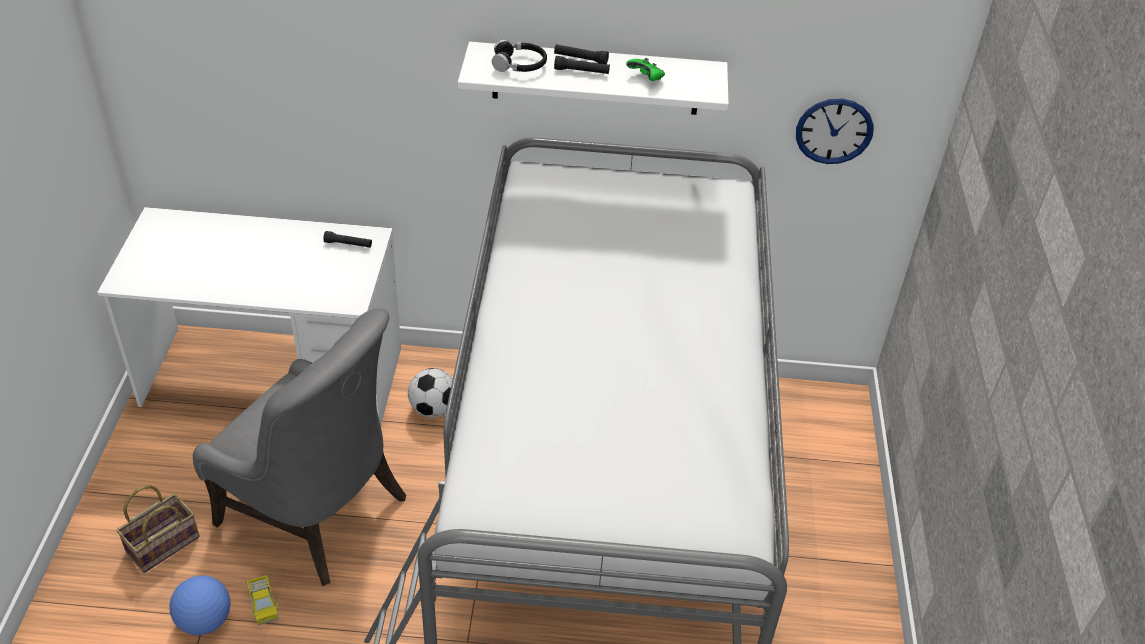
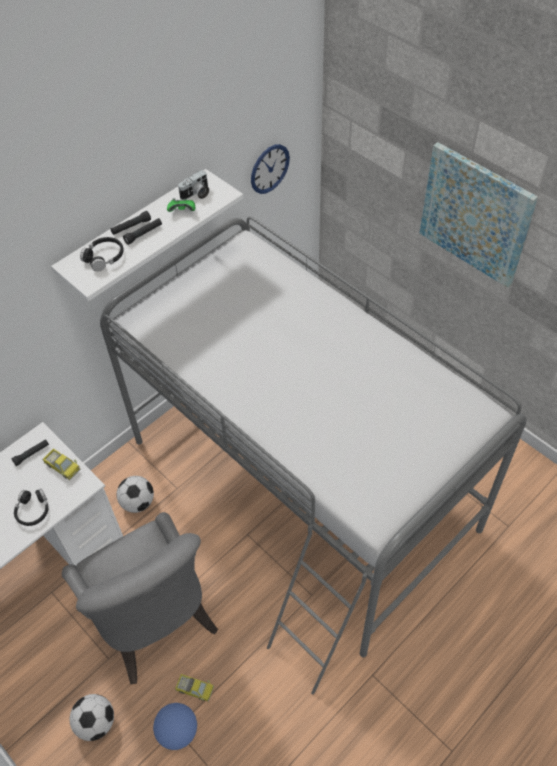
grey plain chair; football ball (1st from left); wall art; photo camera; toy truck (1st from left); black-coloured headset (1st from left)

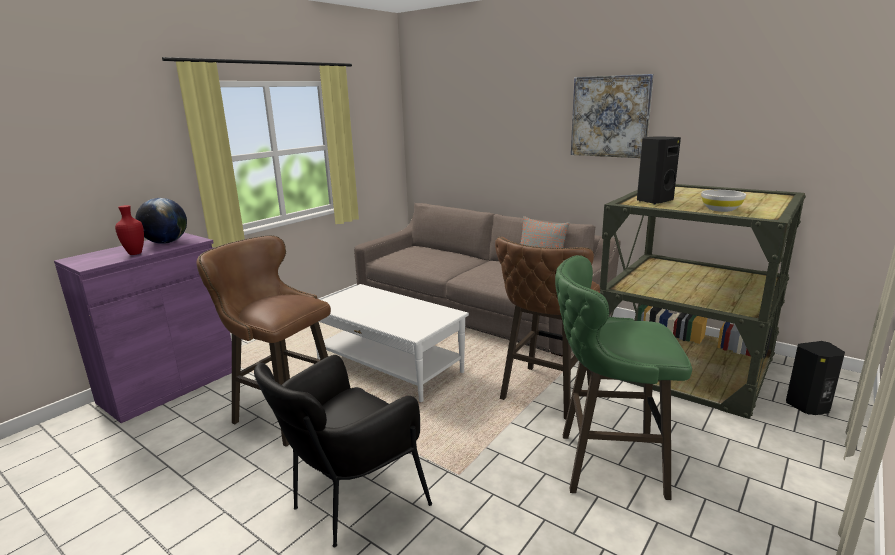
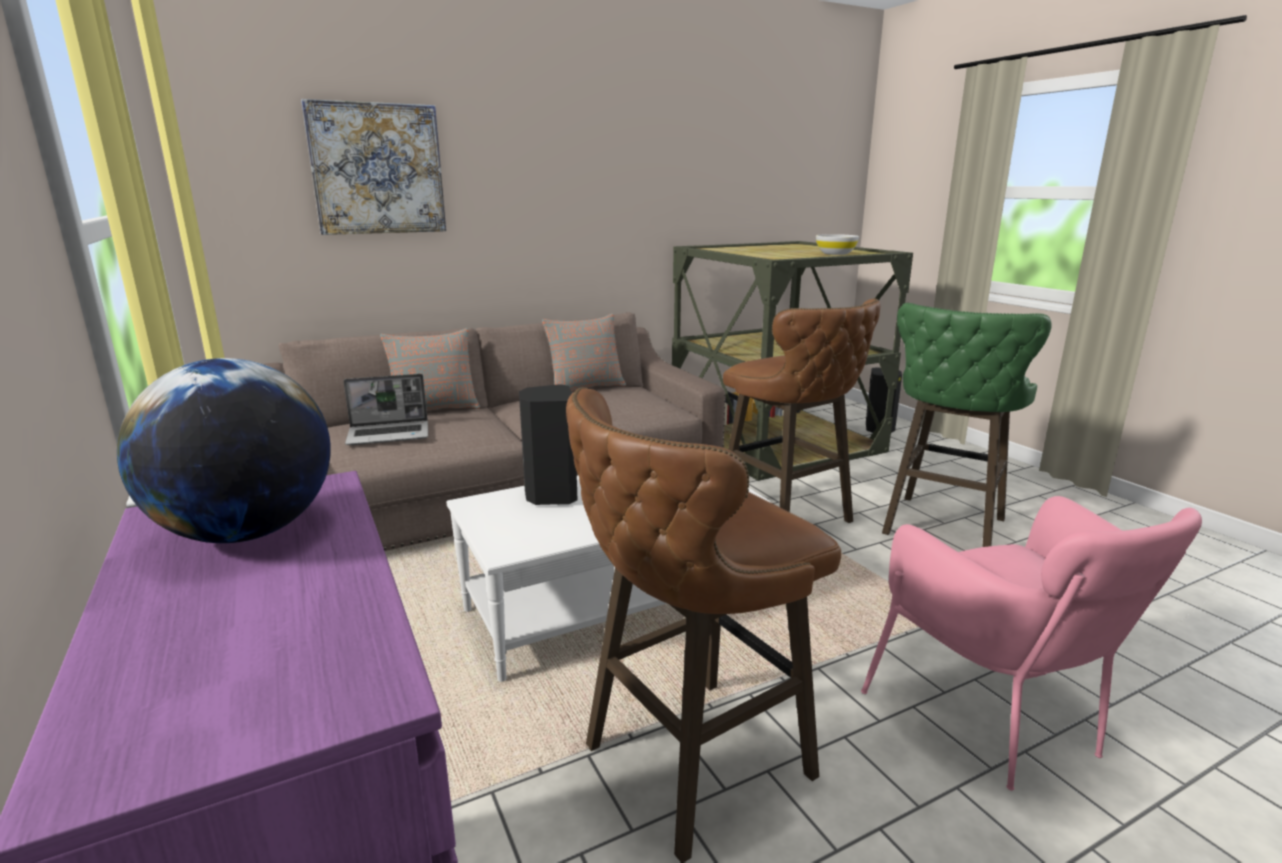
wall art; black-coloured loudspeaker (1st from left); red-coloured decorative vase; pink easy chair; grey pillow (1st from left); portable computer

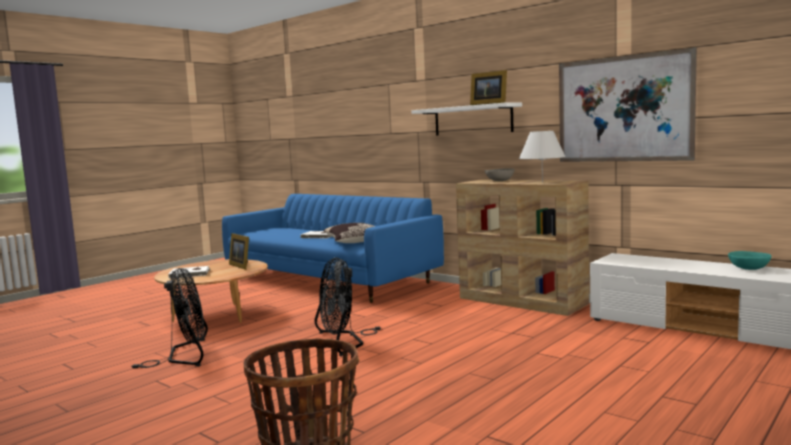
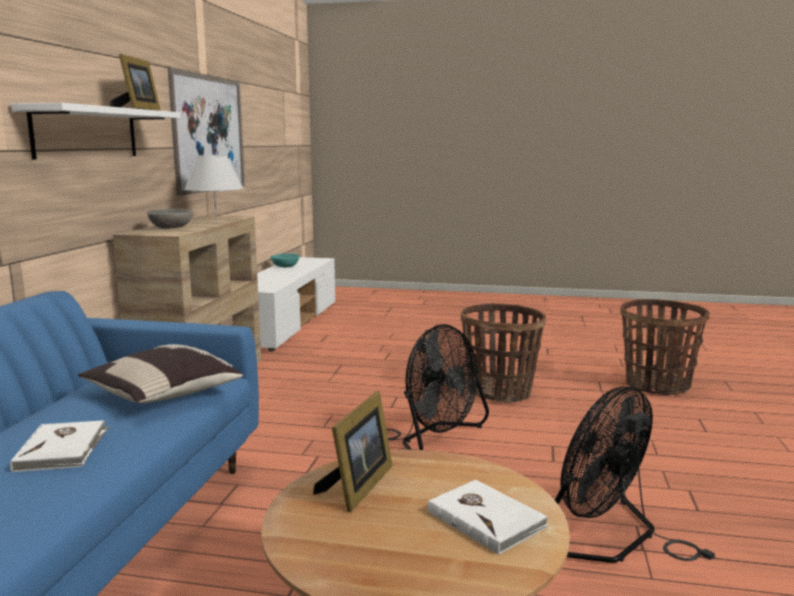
basket (1st from left)

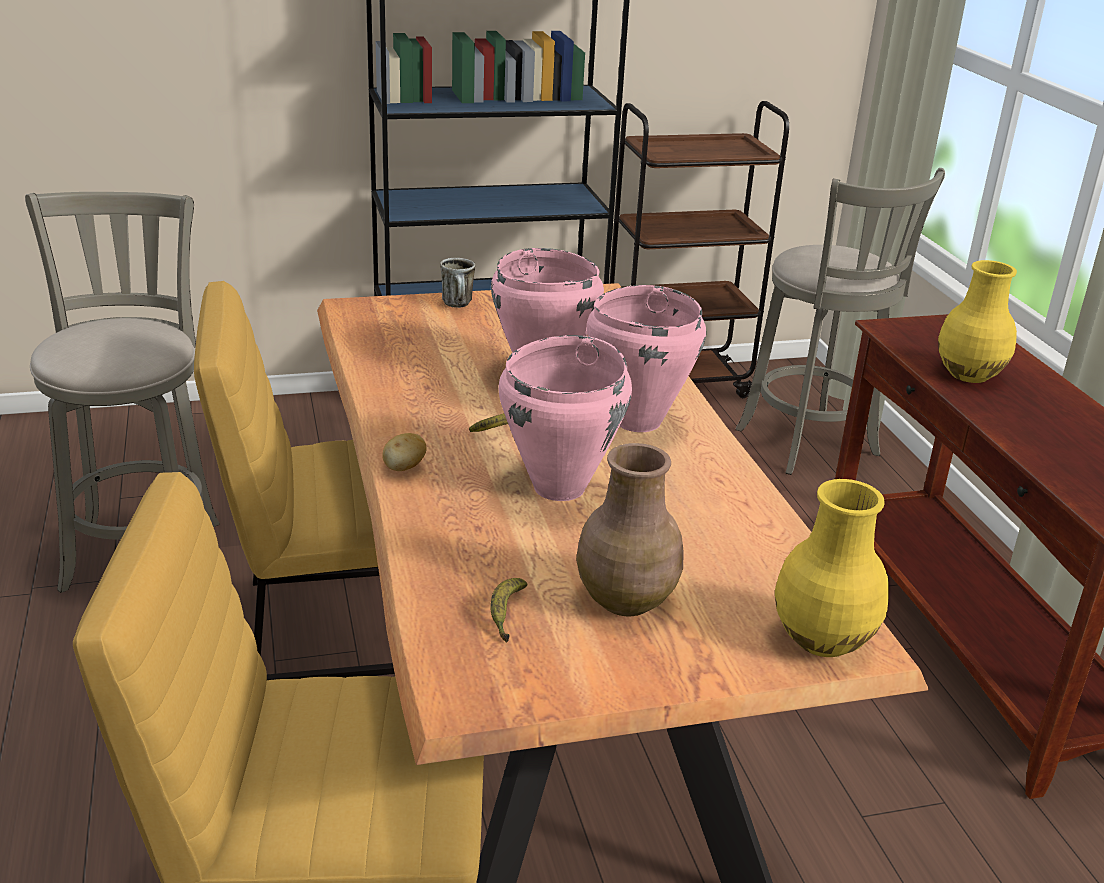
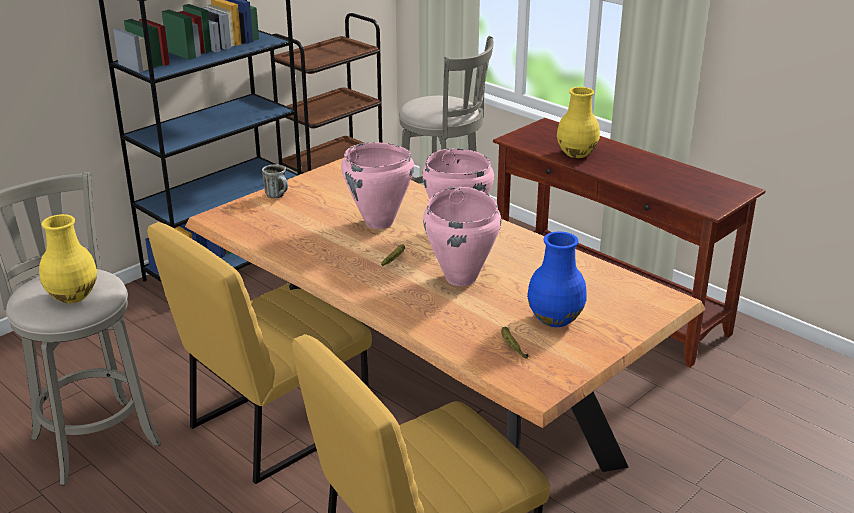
potato; blue-coloured decorative vase; yellow-coloured decorative vase (1st from left)

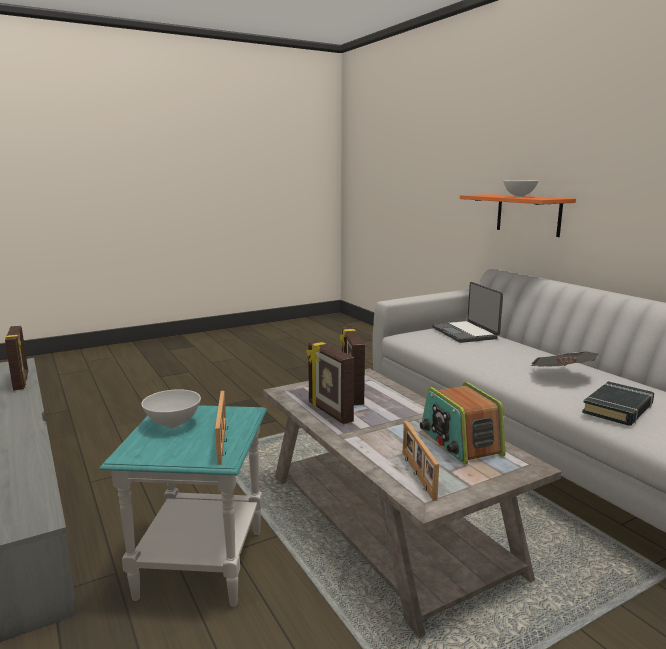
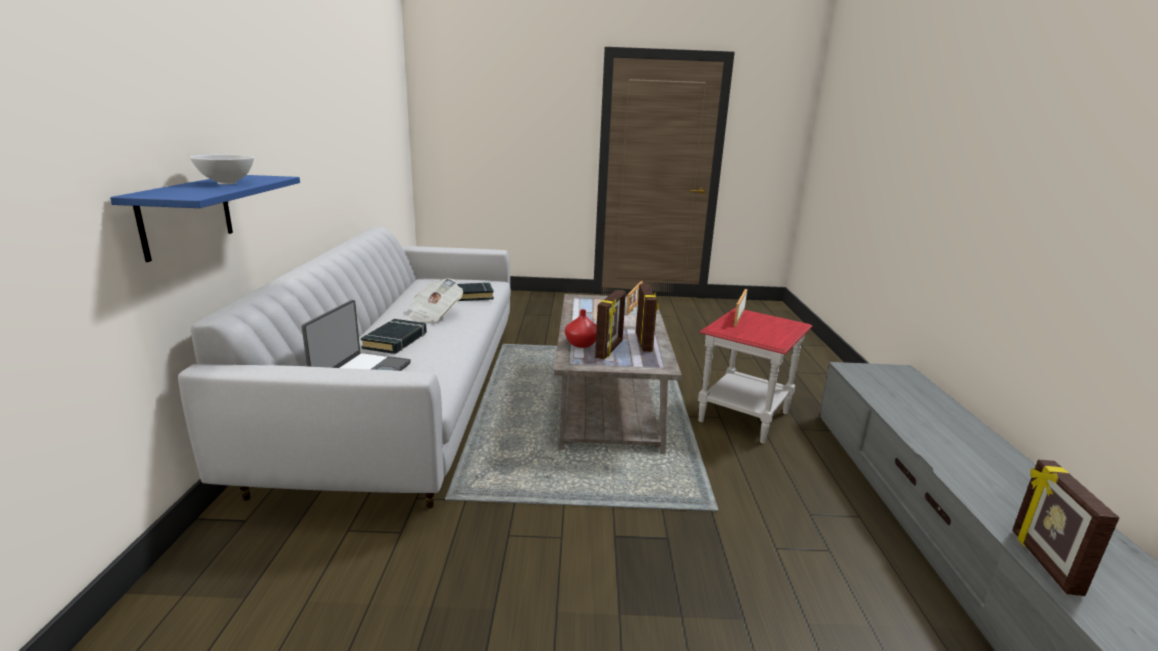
blue-coloured shelf; radio set; white serving bowl (1st from left in the first image); red-coloured side table; red-coloured decorative vase; black-coloured book (1st from left)

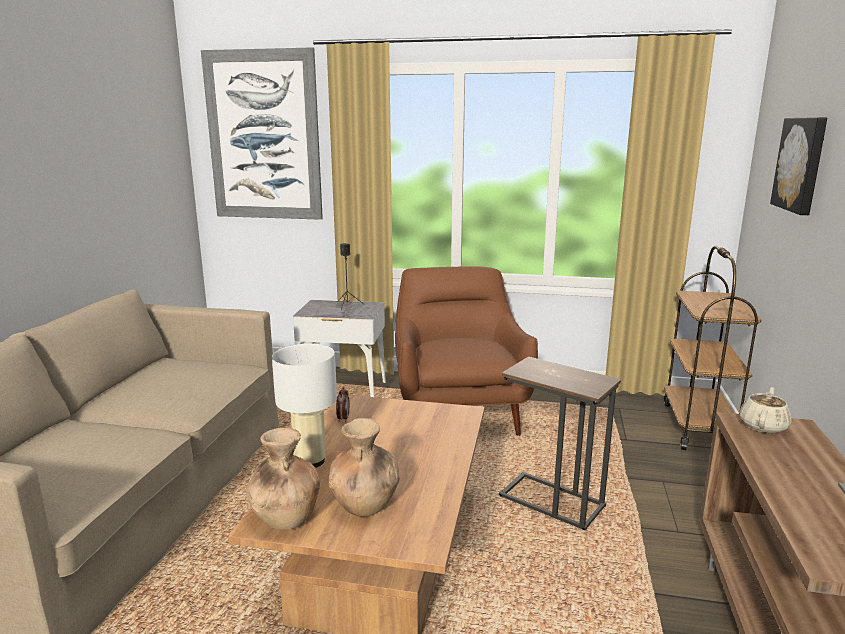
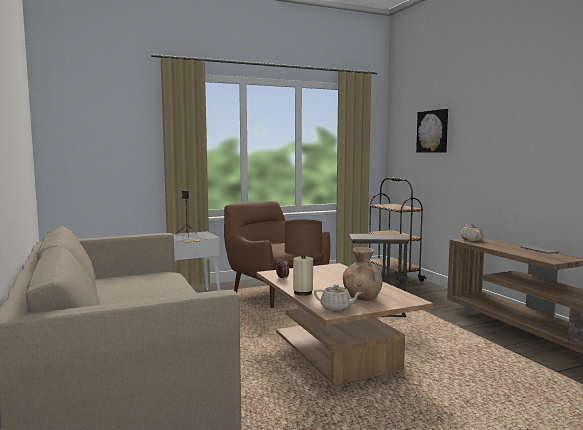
wall art (1st from left in the first image); brownish tabletop lamp; sand-coloured pot for tea (1st from left)

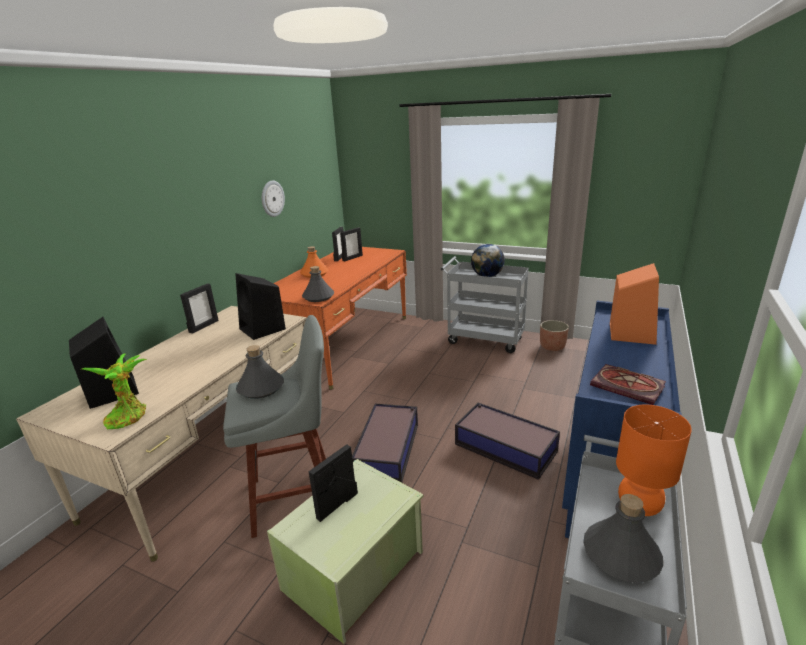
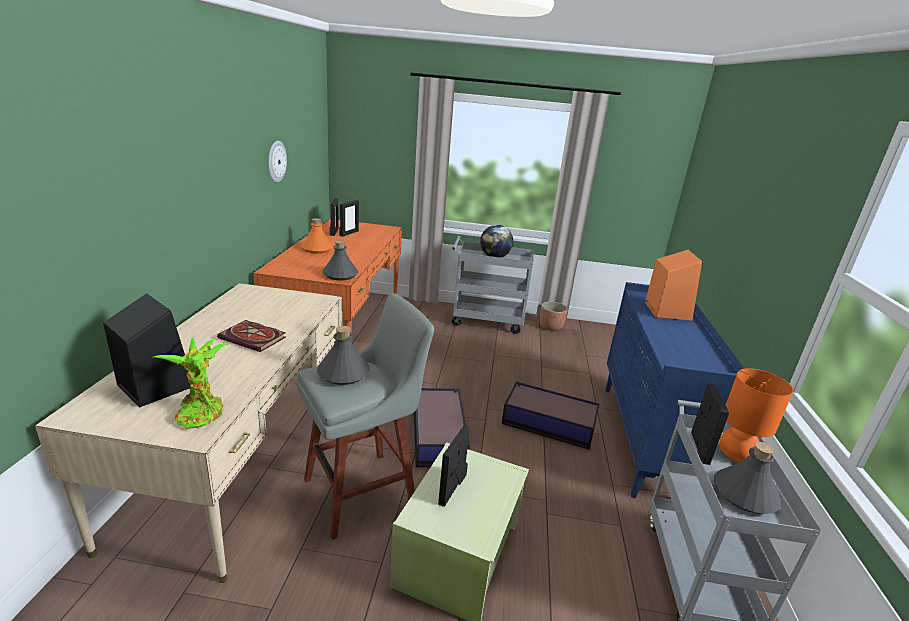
black-coloured loudspeaker (2nd from left in the first image); photo frame (4th from left); book

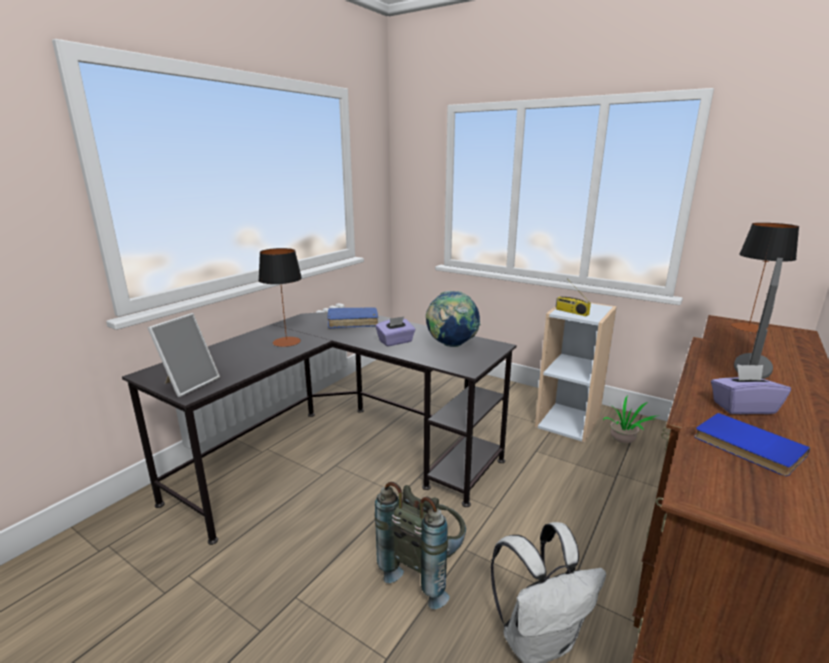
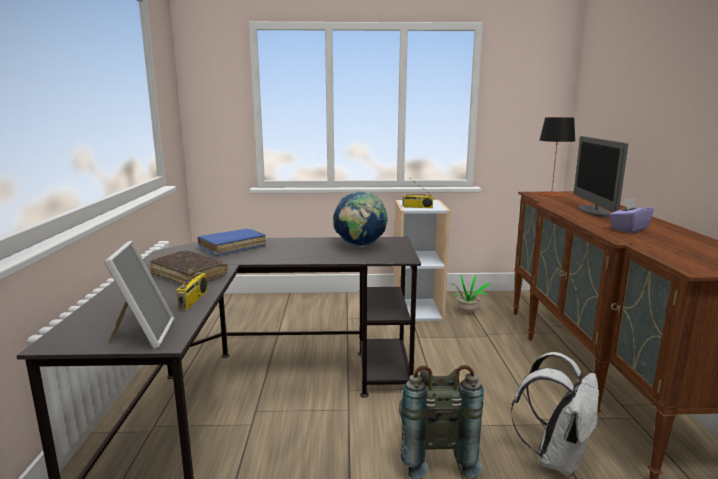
brownish book; purple-coloured tissue box (1st from left in the first image); blue-coloured book (2nd from left in the first image); radio set (1st from left)

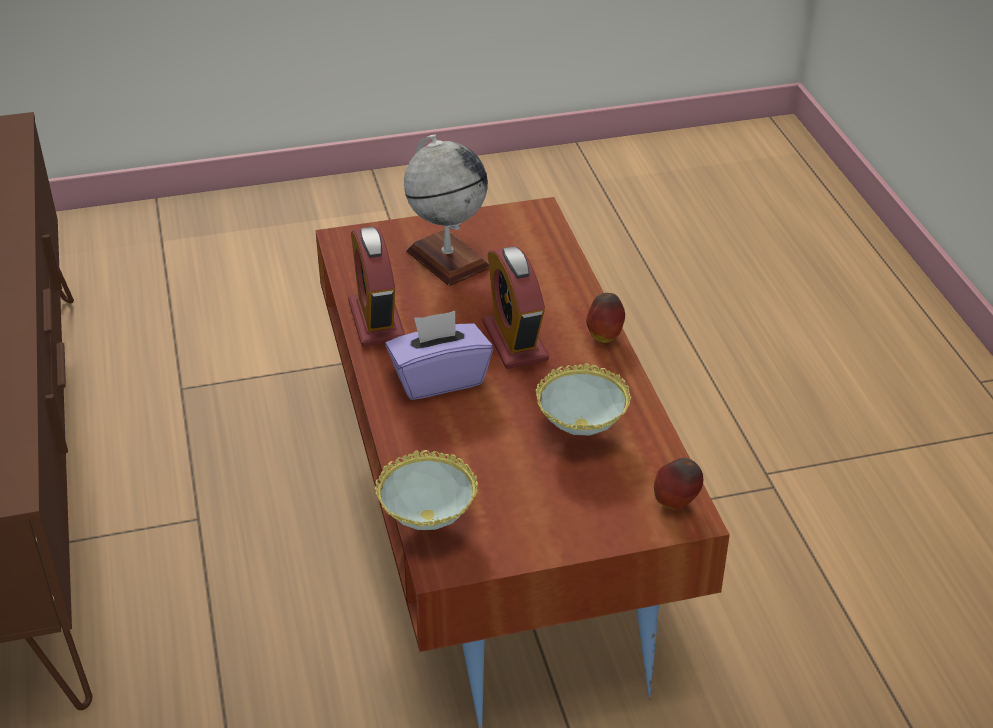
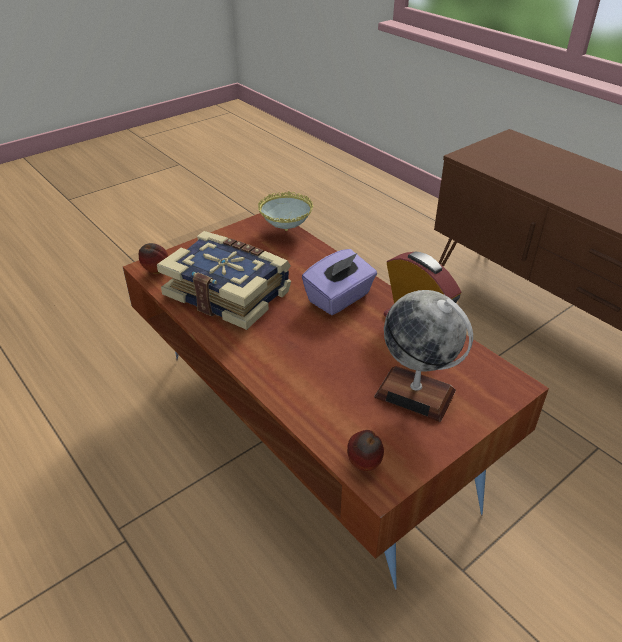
alarm clock (2nd from left in the first image); whole apple (2nd from left); book

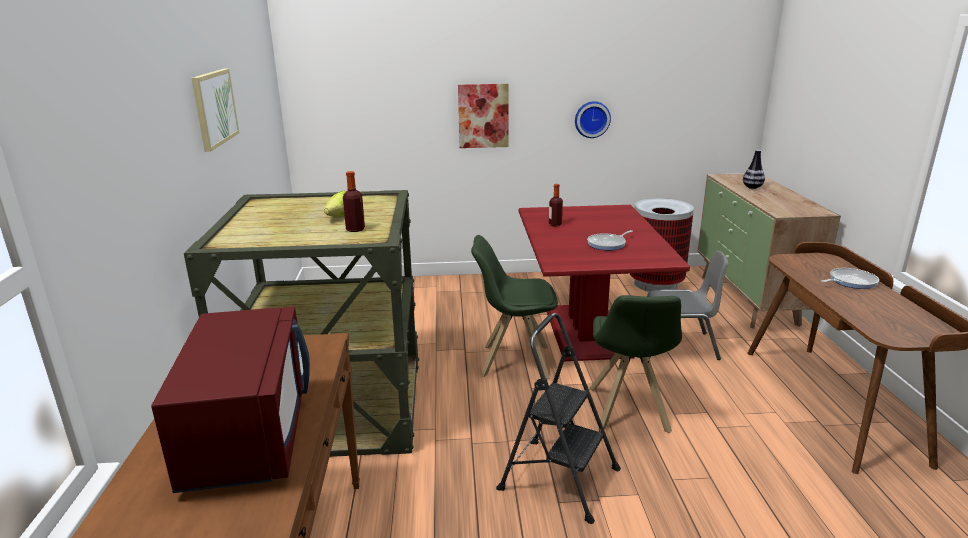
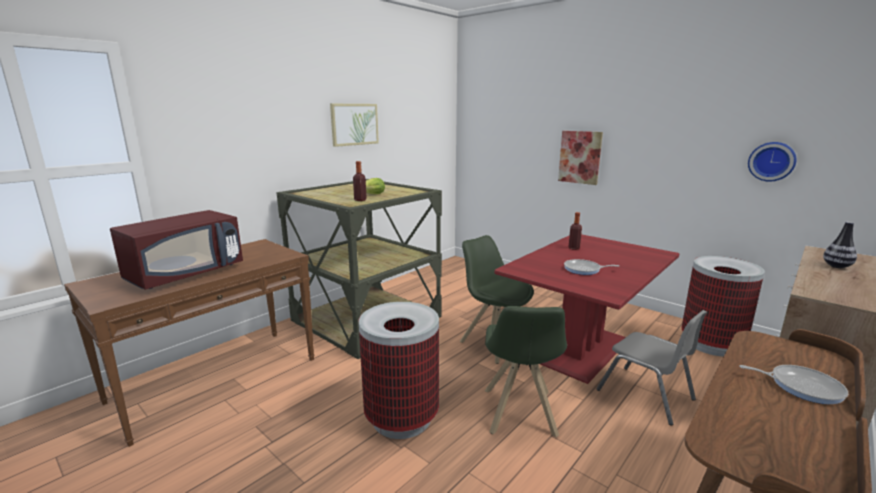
wall clock; greenish plain chair (2nd from left); trash can (1st from left)

